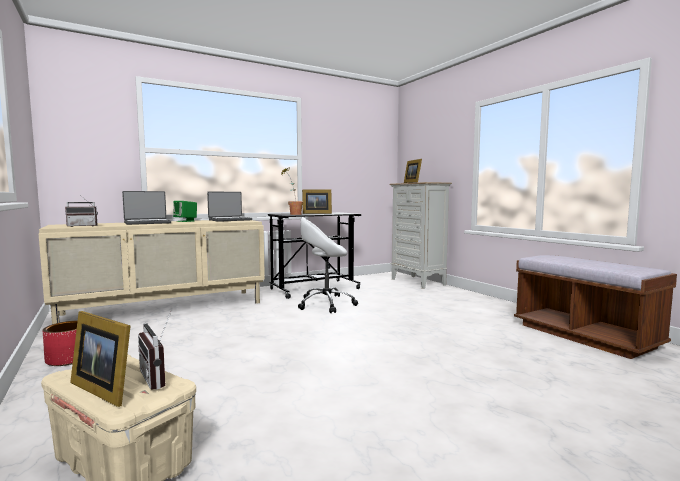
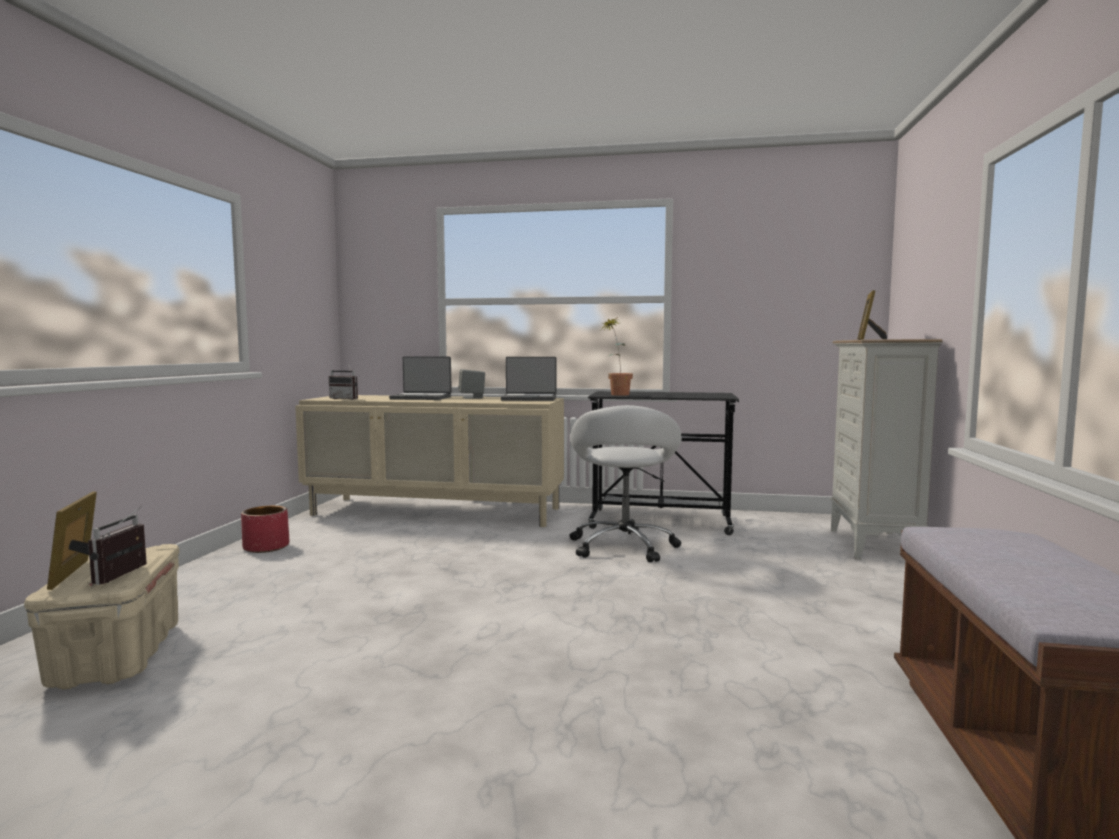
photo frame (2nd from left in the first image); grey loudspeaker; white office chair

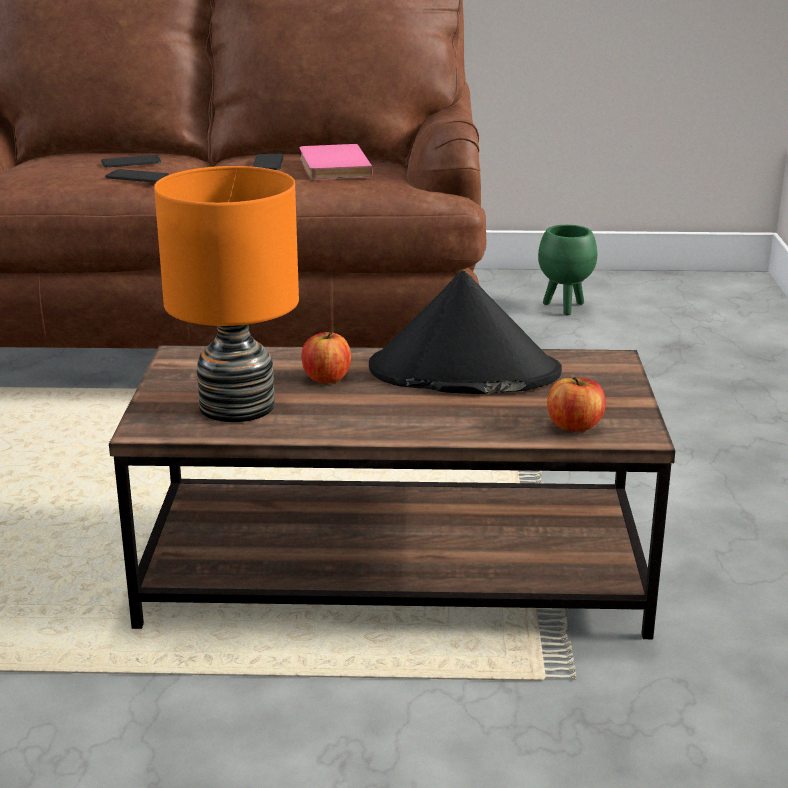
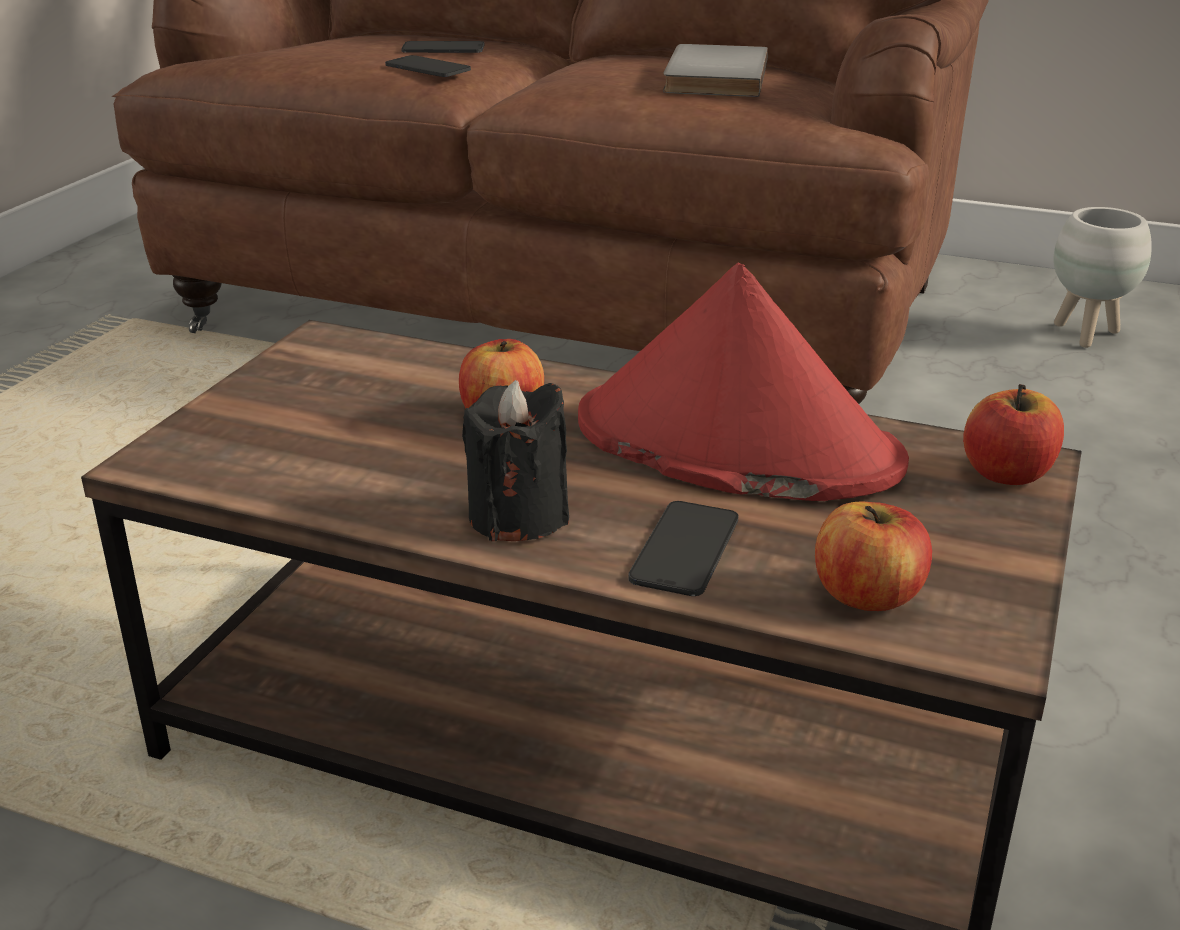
grey book; phone (3rd from left); orange tabletop lamp; white flower pot; red-coloured wearable hat; black-coloured candle; whole apple (3rd from left)

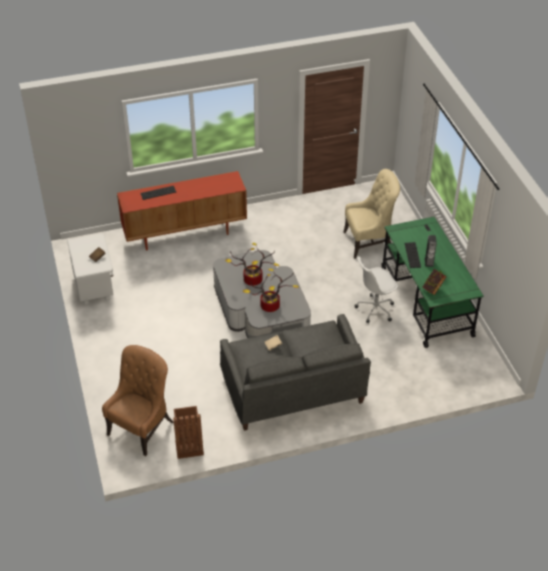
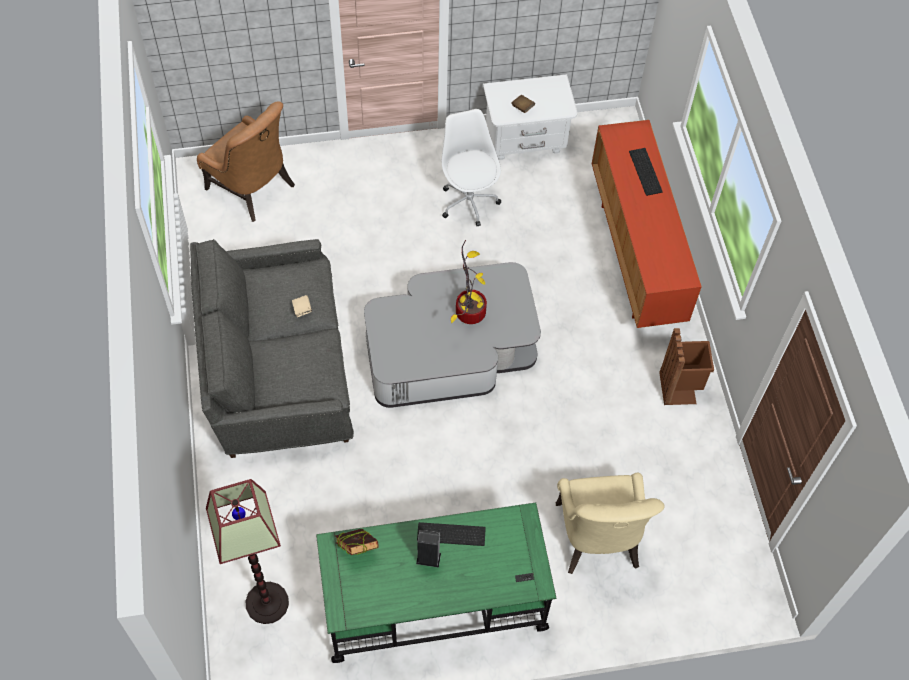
white office chair; potted plant (2nd from left in the first image); brownish trash can; floor lamp

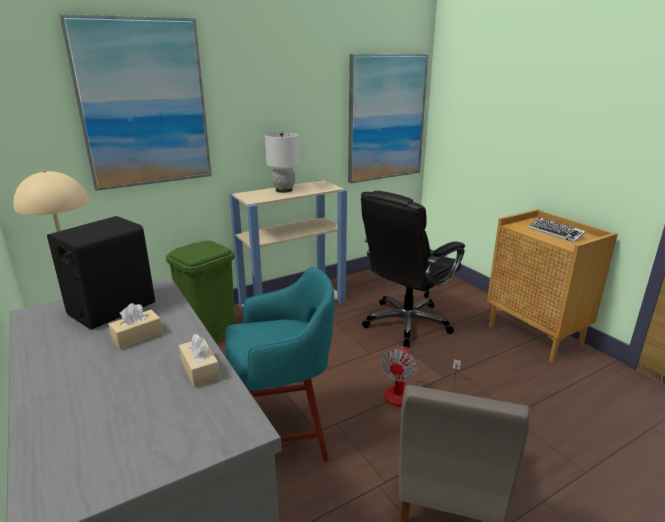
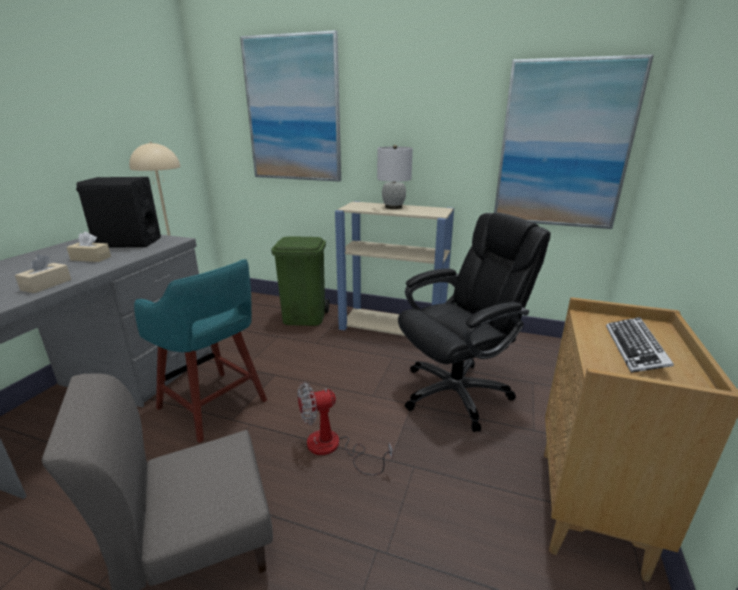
black-coloured office chair

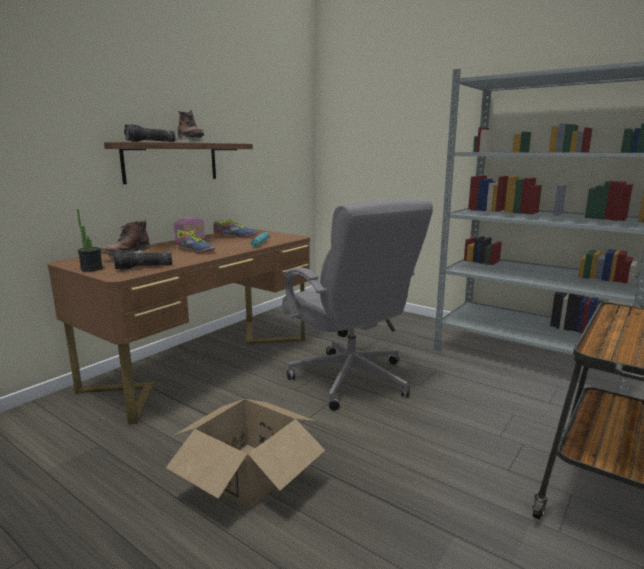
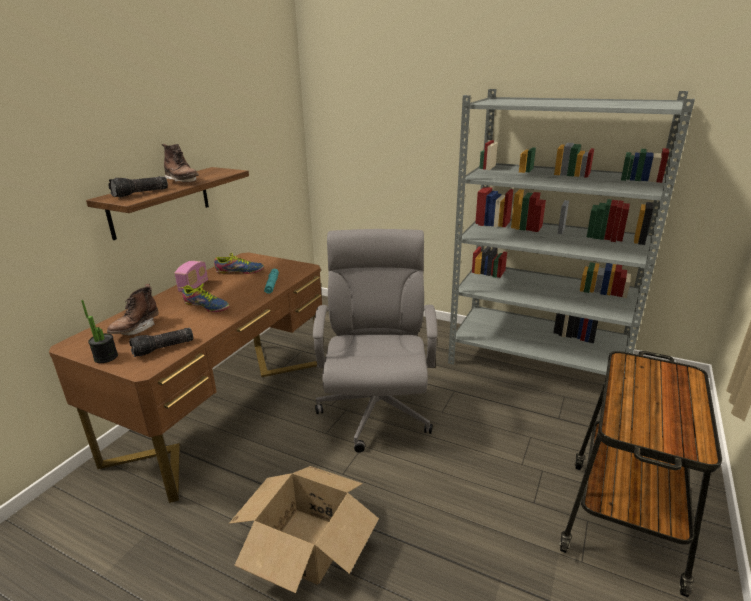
grey office chair

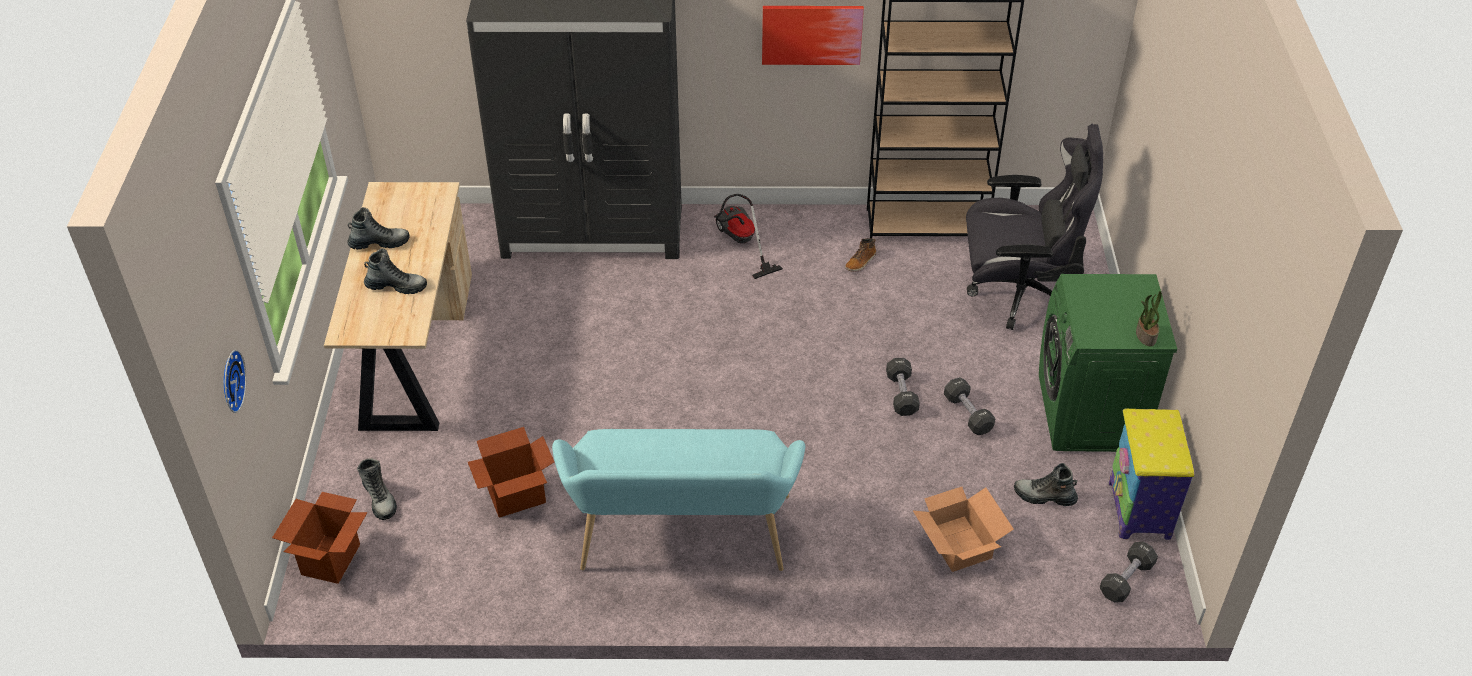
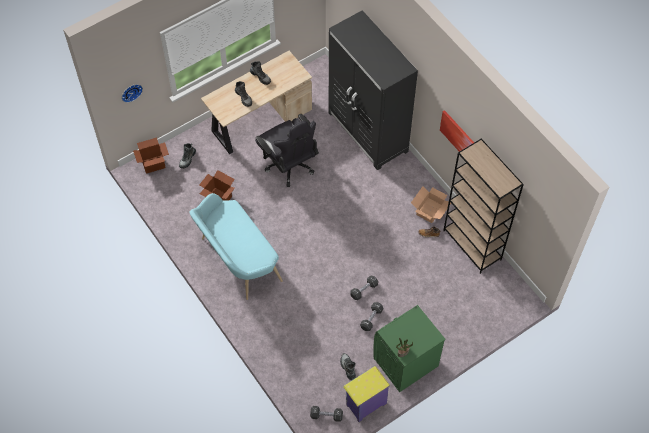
black-coloured office chair; vacuum; packing box (3rd from left)

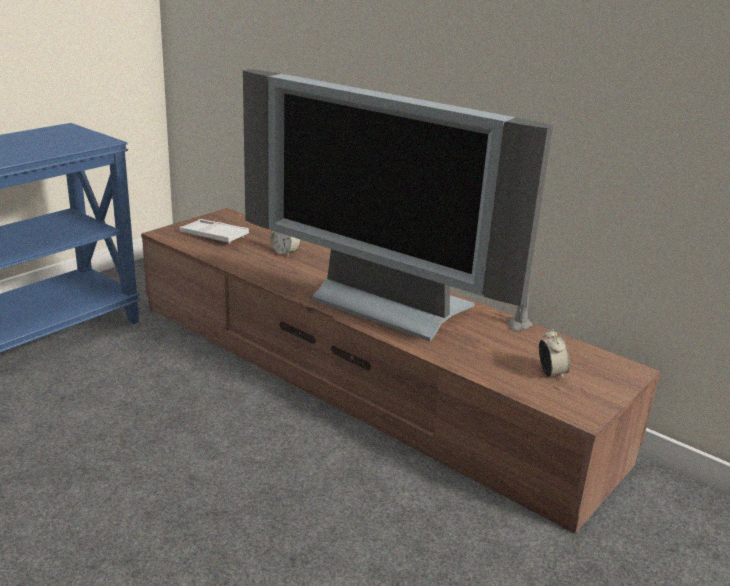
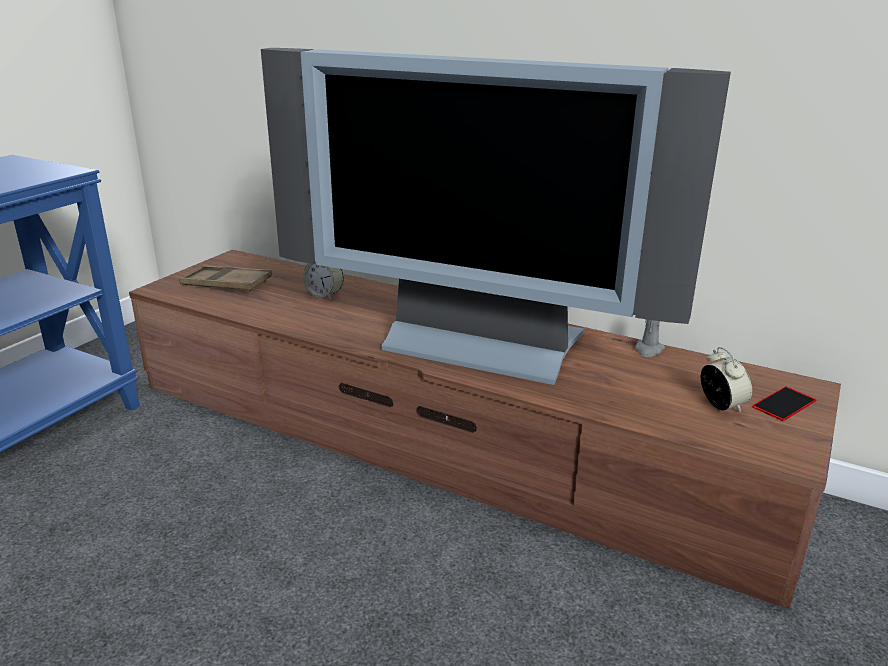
brownish serving tray; phone

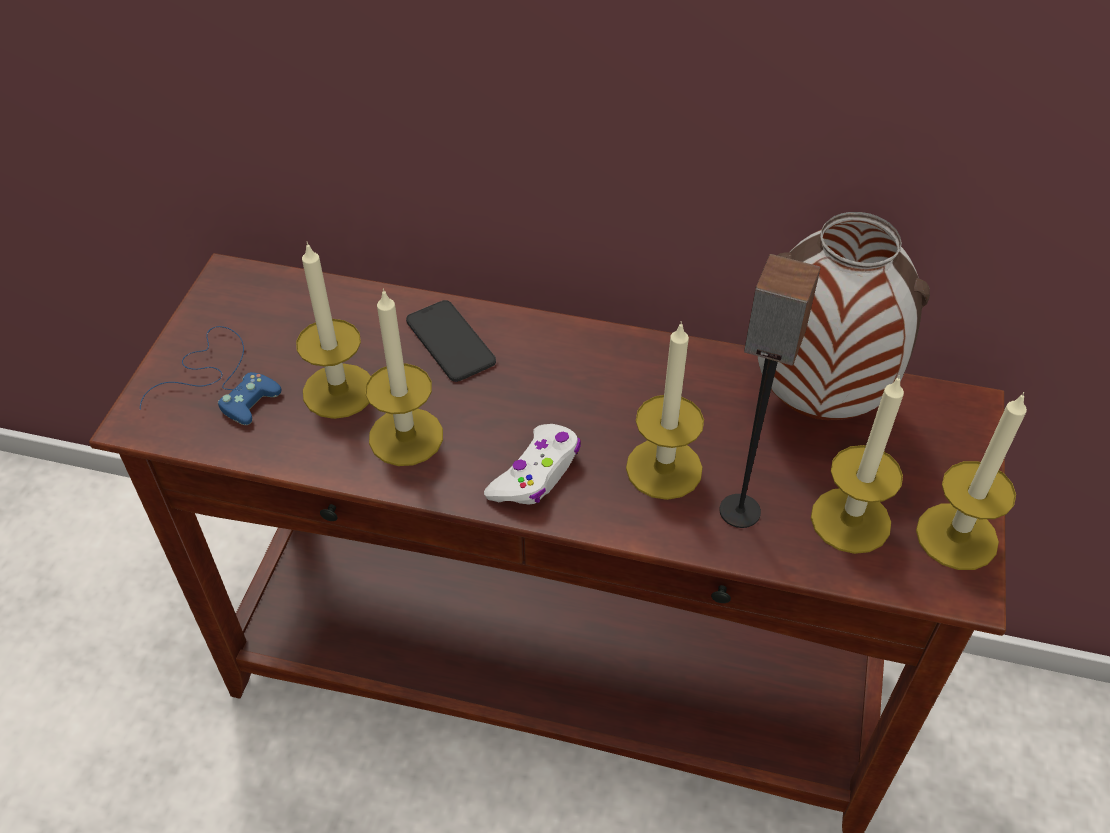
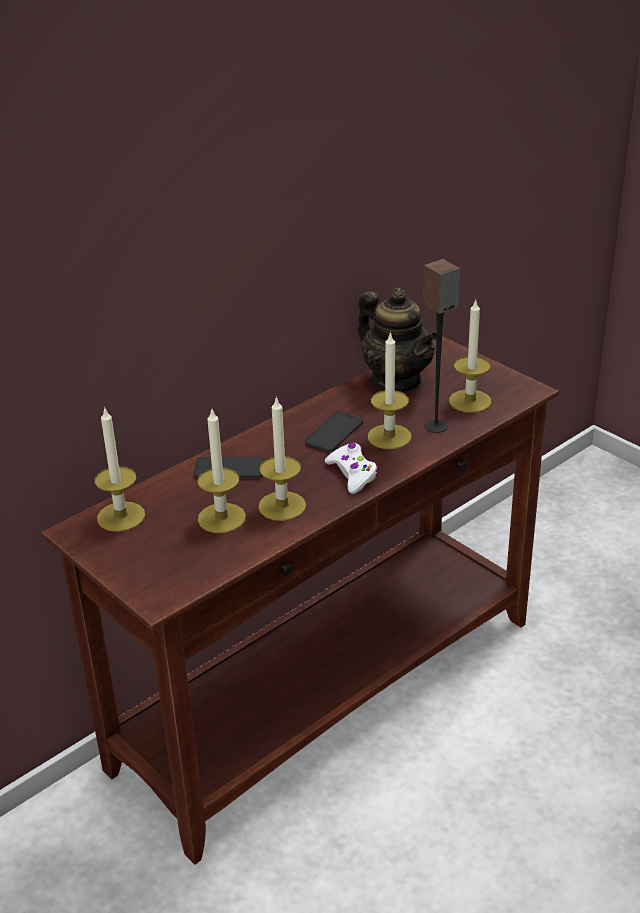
pot for tea; blue-coloured gamepad; candle (1st from left); phone (2nd from left)

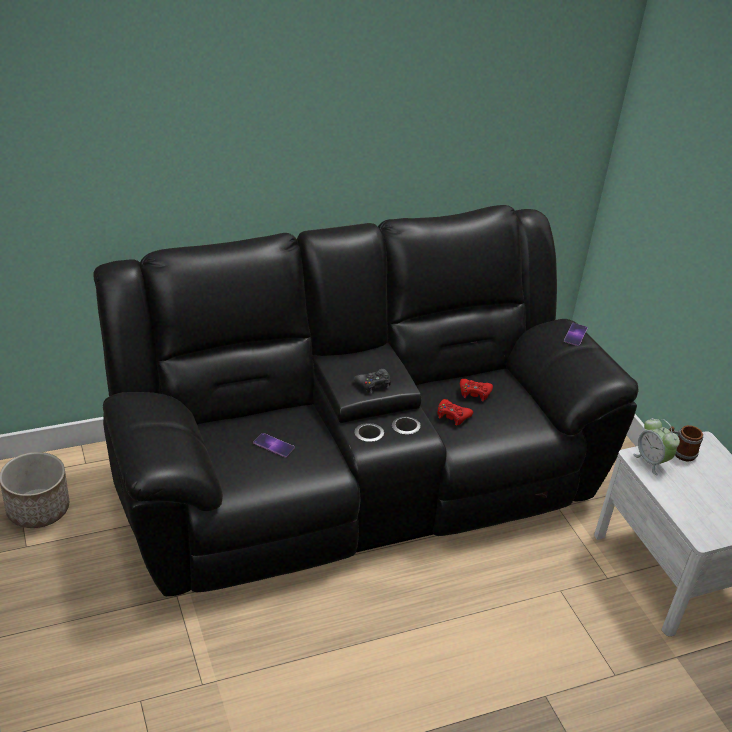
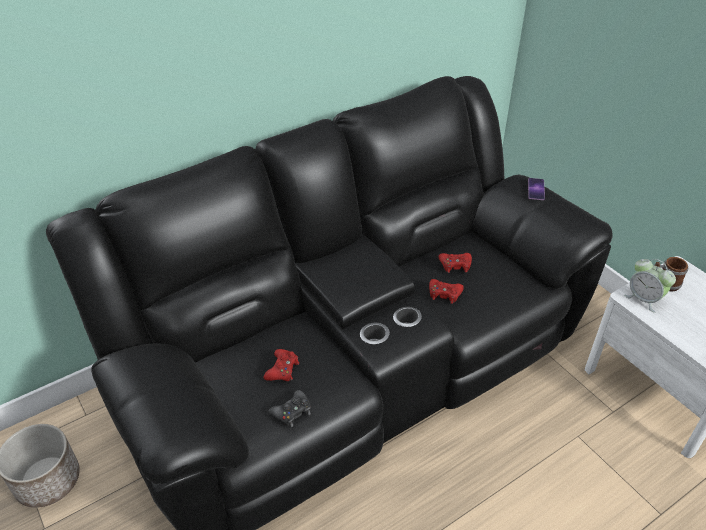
black-coloured gamepad; red-coloured gamepad (1st from left)

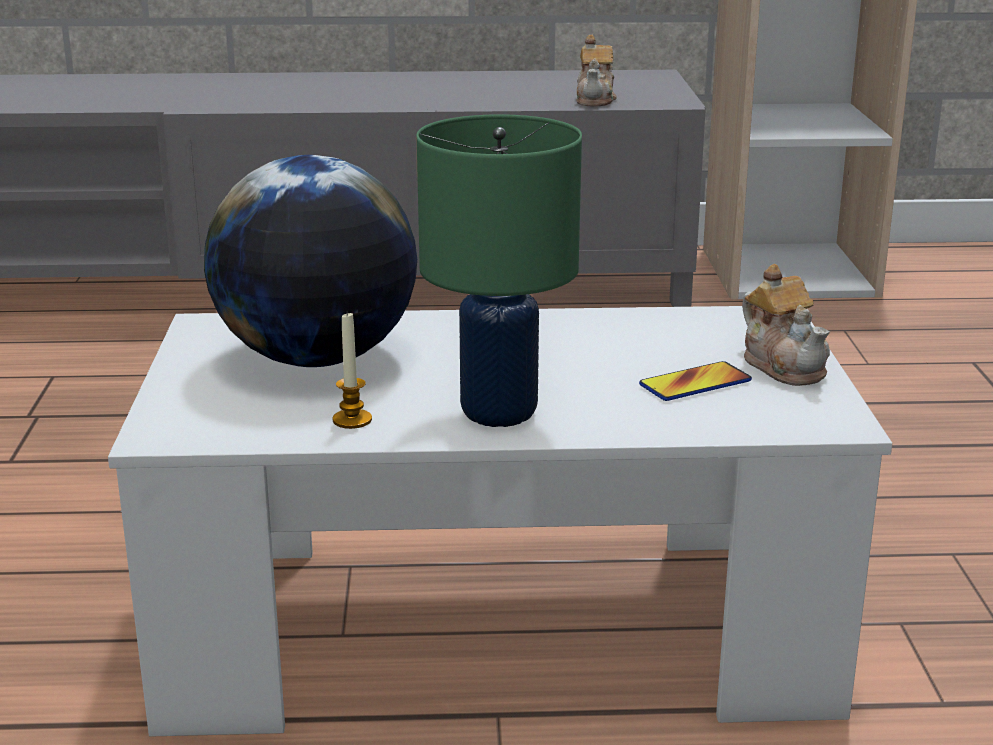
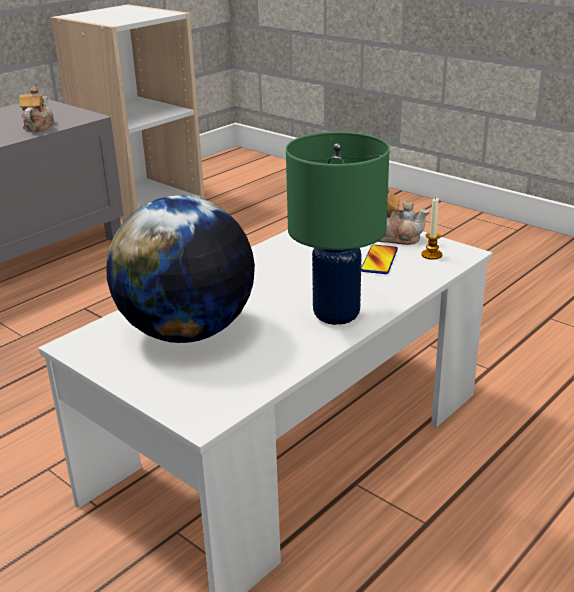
pot for tea (1st from left); candle

